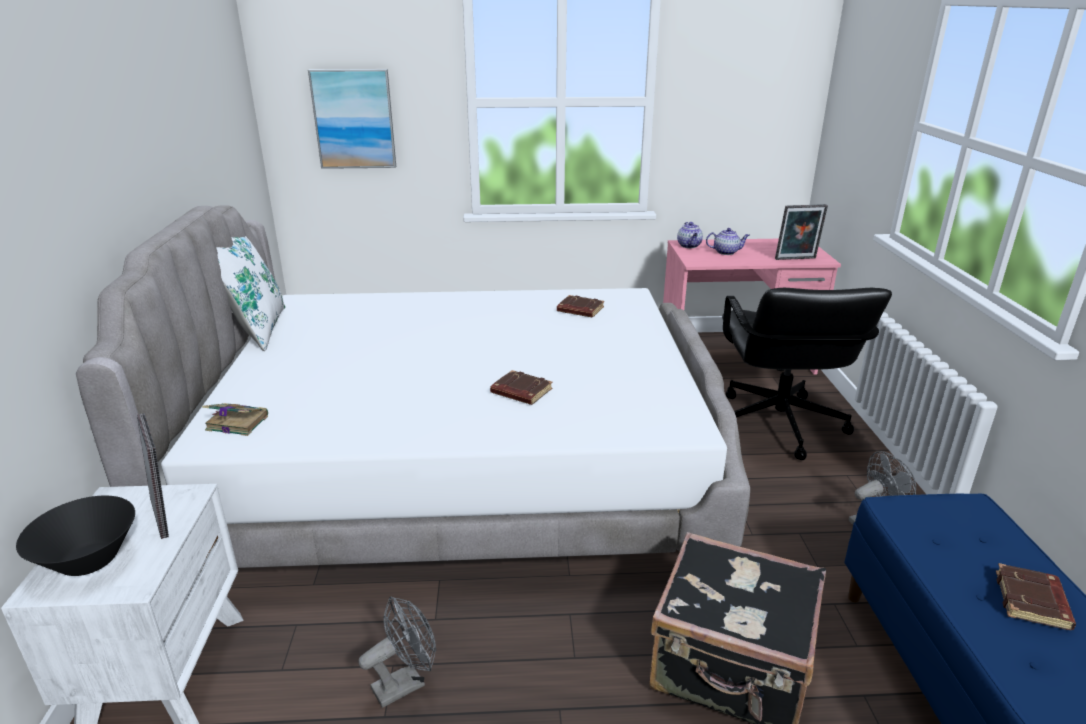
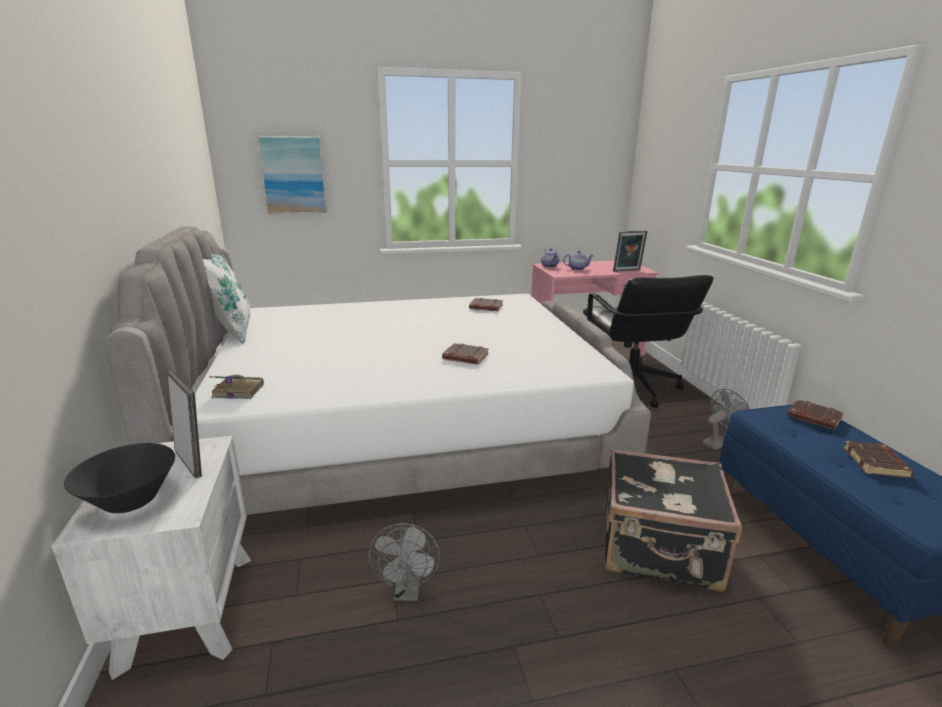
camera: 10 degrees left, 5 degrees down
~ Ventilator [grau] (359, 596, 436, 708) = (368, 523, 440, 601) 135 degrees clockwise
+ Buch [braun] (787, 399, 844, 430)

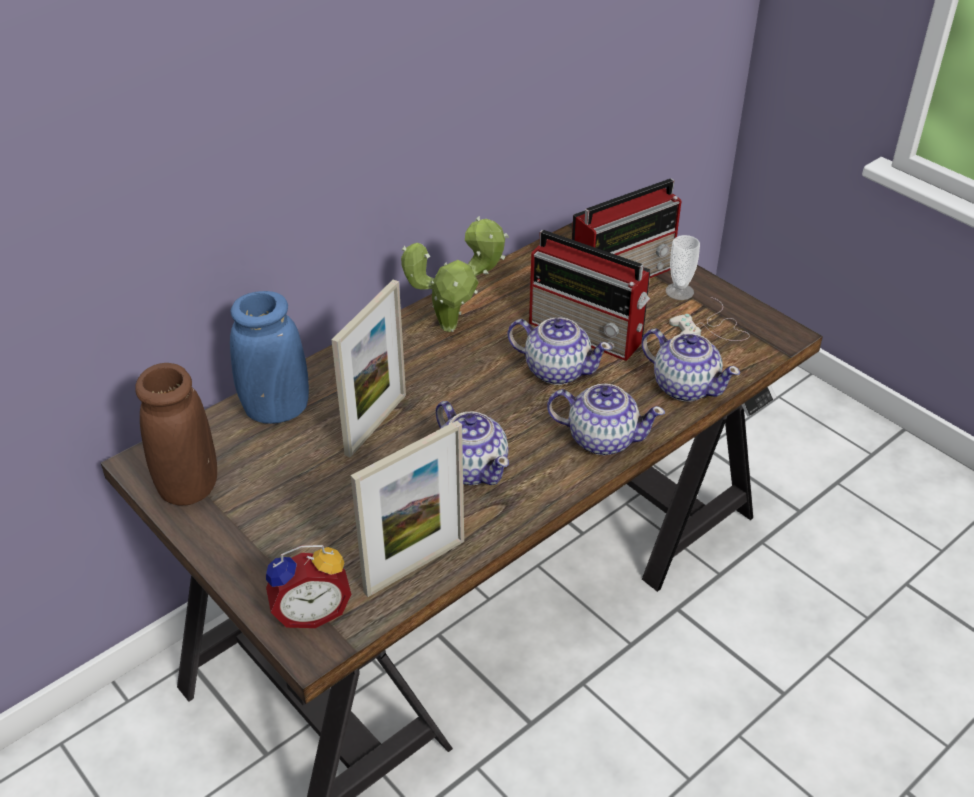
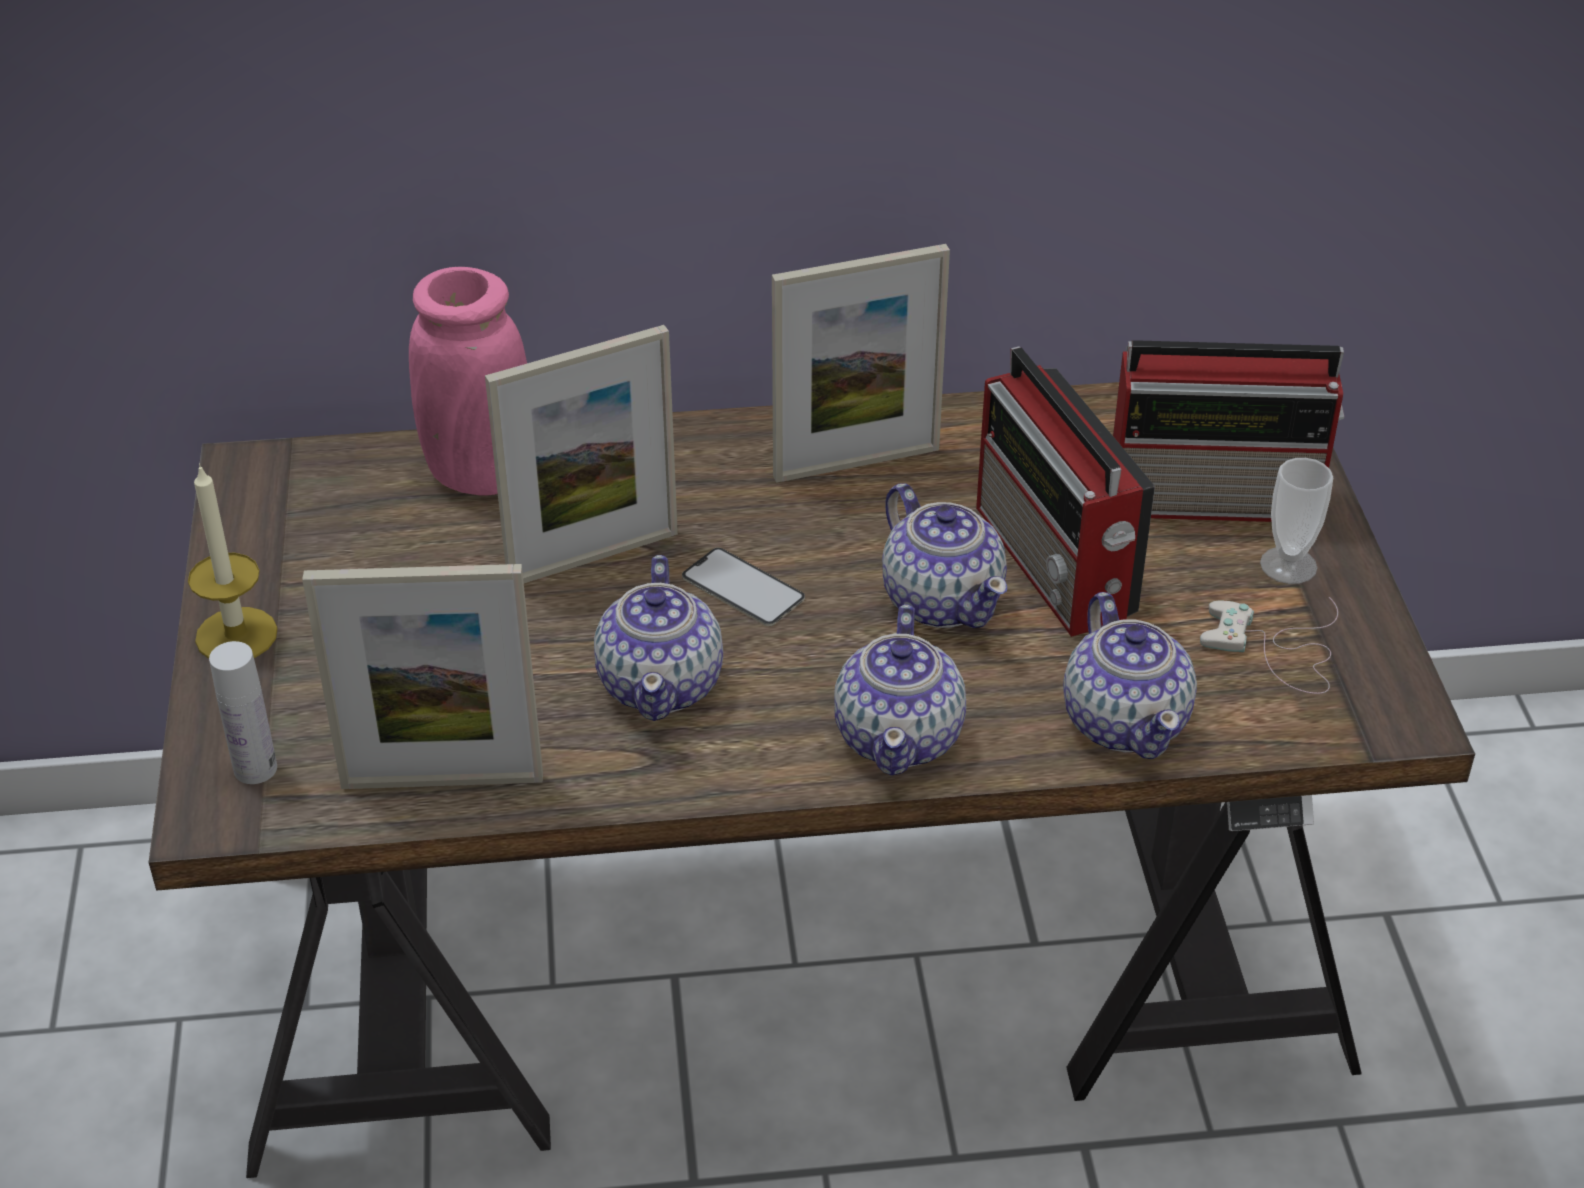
camera: 35 degrees right, 0 degrees up
+ Kerze (188, 464, 278, 659)
~ Wecker (266, 545, 351, 628) to Flasche [weiß] (209, 641, 277, 784)
~ Vase [blau] (230, 291, 309, 424) to Vase [rosa] (409, 267, 527, 495)
+ Handy (682, 547, 805, 626)
~ Topfpflanze (401, 216, 509, 332) to Bilderrahmen (772, 244, 950, 483)
~ Teekanne (547, 384, 665, 455) = (834, 604, 966, 776) 45 degrees clockwise
- Vase [braun] (135, 363, 217, 506)

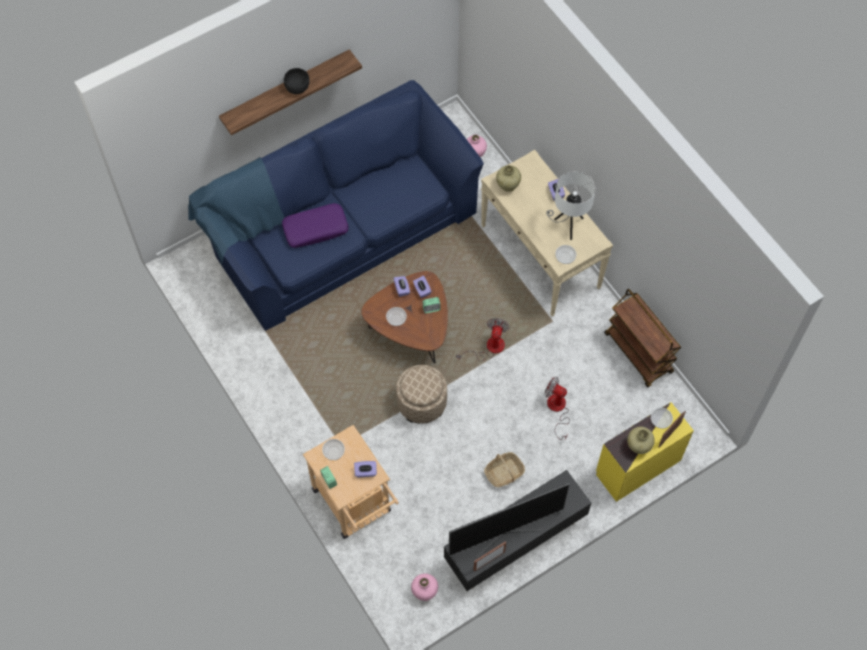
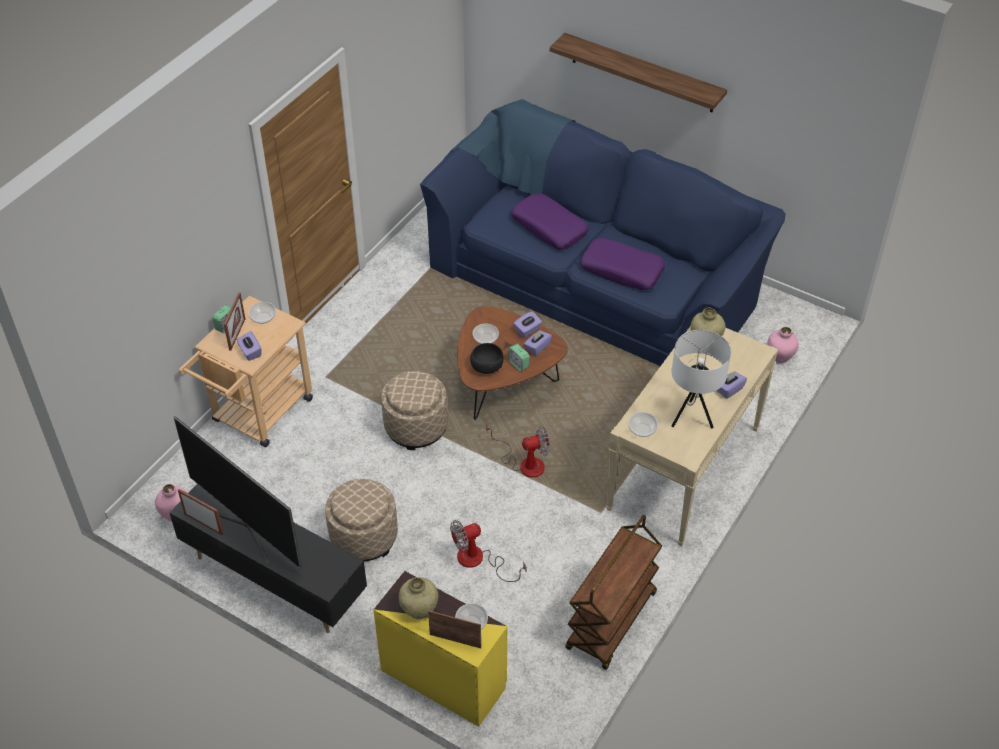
camera: 65 degrees right, 15 degrees down
+ Bilderrahmen (224, 292, 245, 351)
~ Korb (484, 452, 525, 487) to Polsterhocker [beige] (325, 479, 398, 561)
~ Ventilator (545, 376, 570, 440) = (450, 520, 527, 582) 120 degrees counterclockwise
~ Schüssel [schwarz] (284, 68, 310, 94) to (470, 343, 504, 374)
+ Kissen [lila] (580, 238, 665, 290)

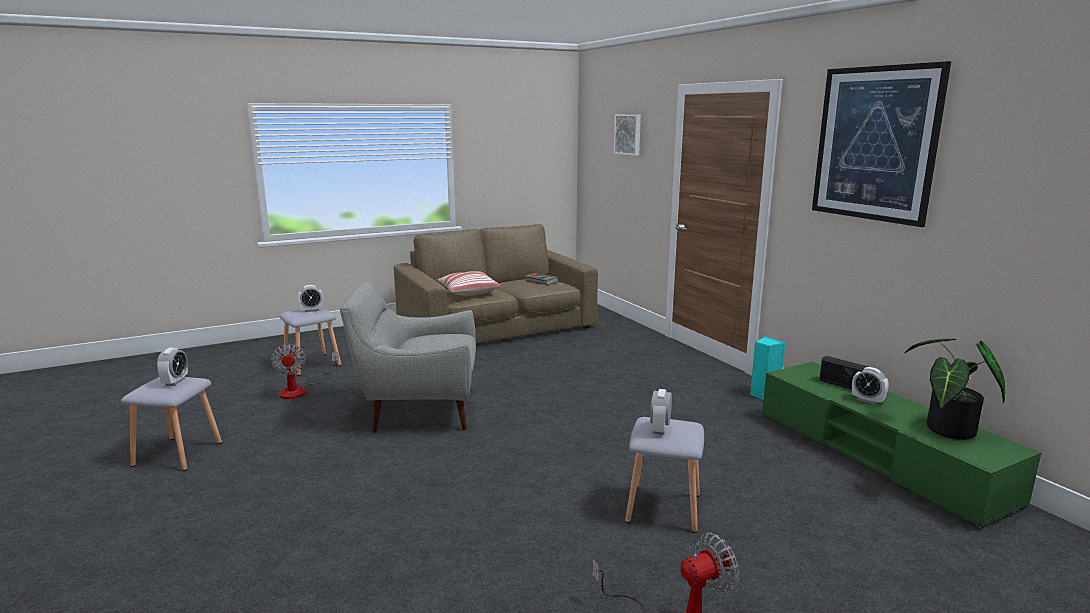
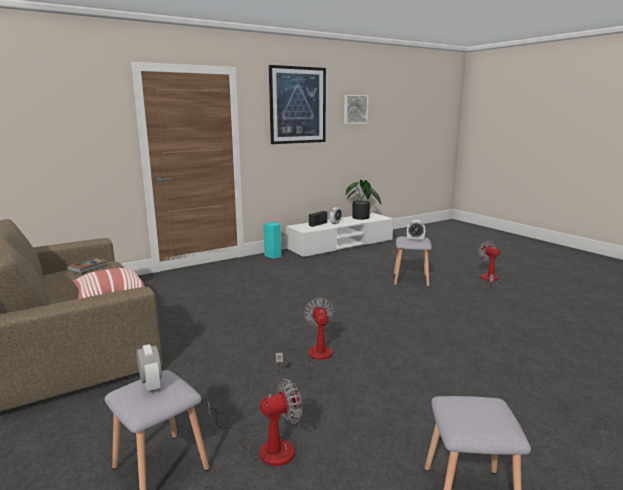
camera: 95 degrees left, 0 degrees up
~ Sessel [grau] (340, 281, 476, 433) to Ventilator (276, 298, 334, 372)
~ Fernsehschrank [grün] (762, 362, 1042, 529) to Fernsehschrank [weiß] (286, 213, 393, 258)
~ Bild (614, 115, 641, 156) to (344, 95, 368, 124)
- Wecker (157, 348, 188, 386)

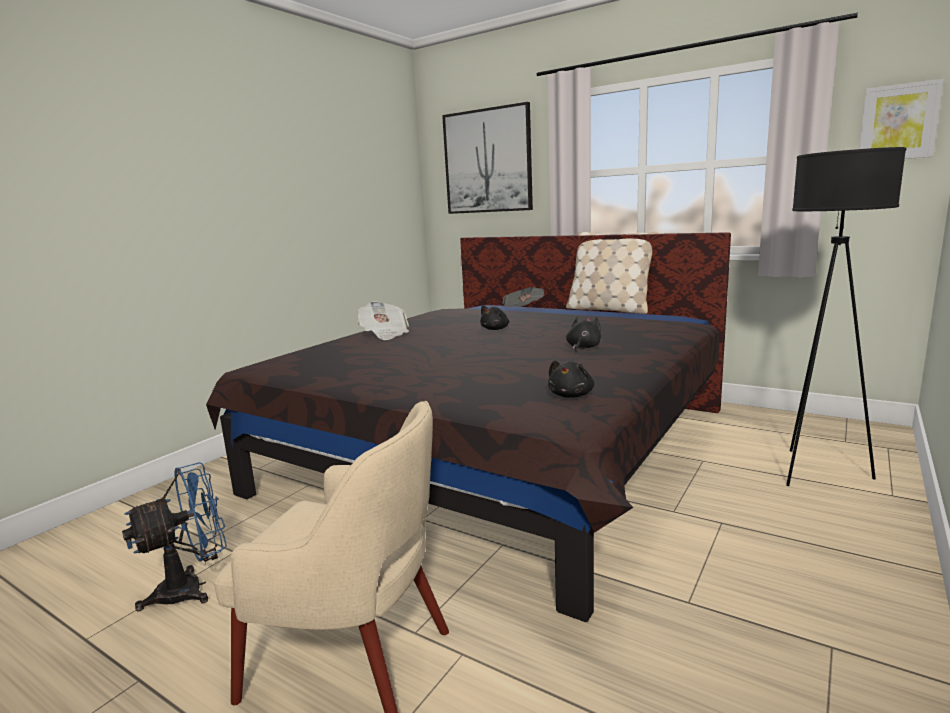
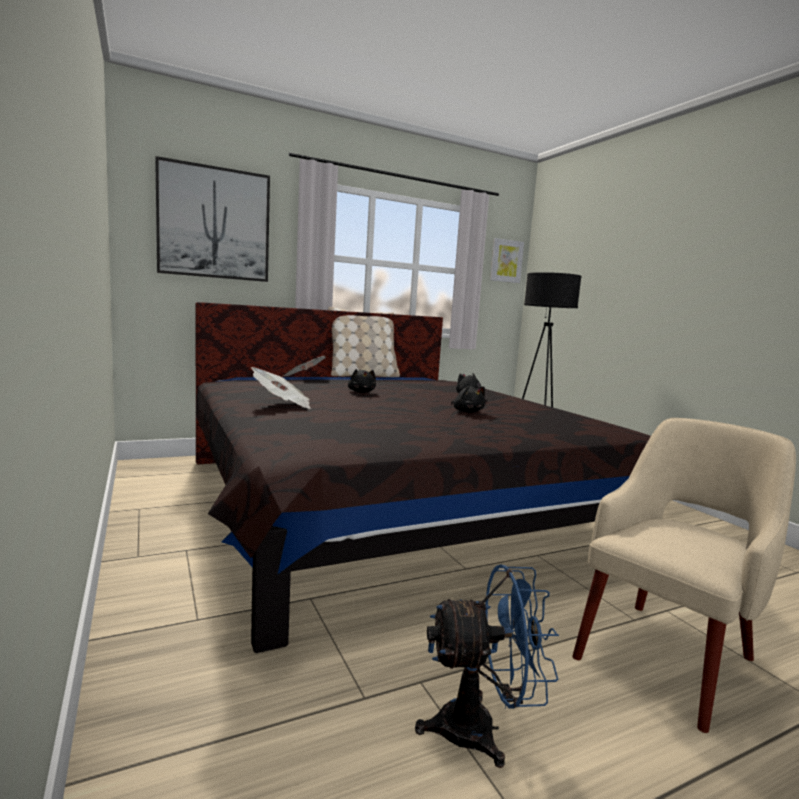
camera: 60 degrees left, 5 degrees down
~ Ventilator [blau] (122, 462, 227, 612) = (415, 564, 559, 768) 90 degrees clockwise
~ Plüschtier [schwarz] (548, 360, 594, 398) to (451, 386, 486, 413)

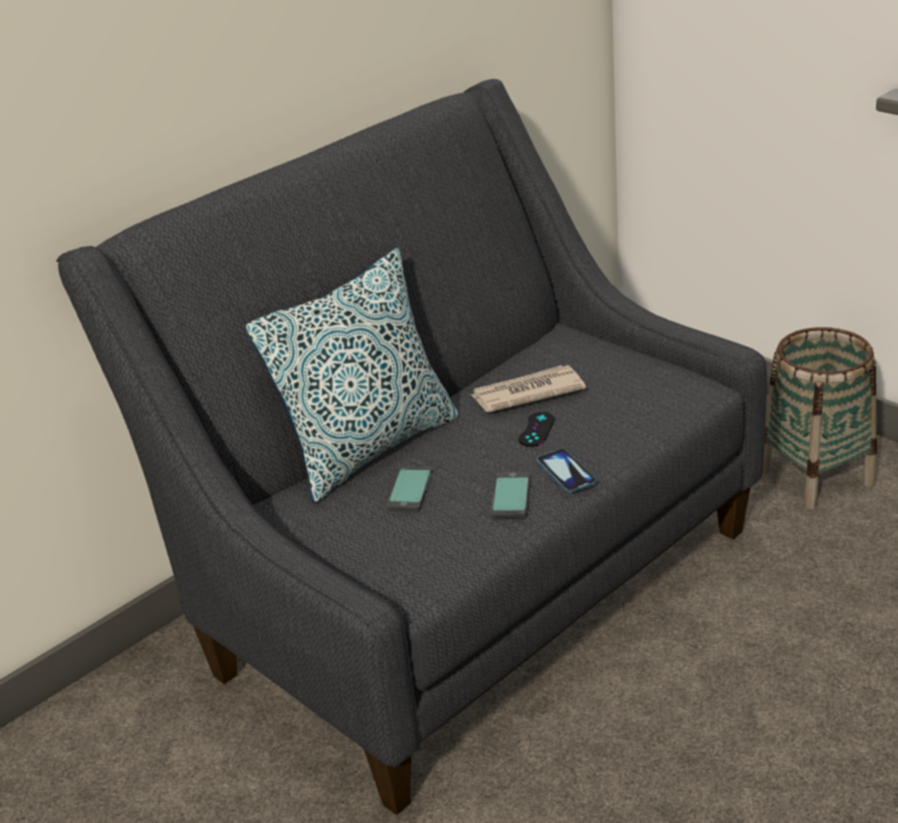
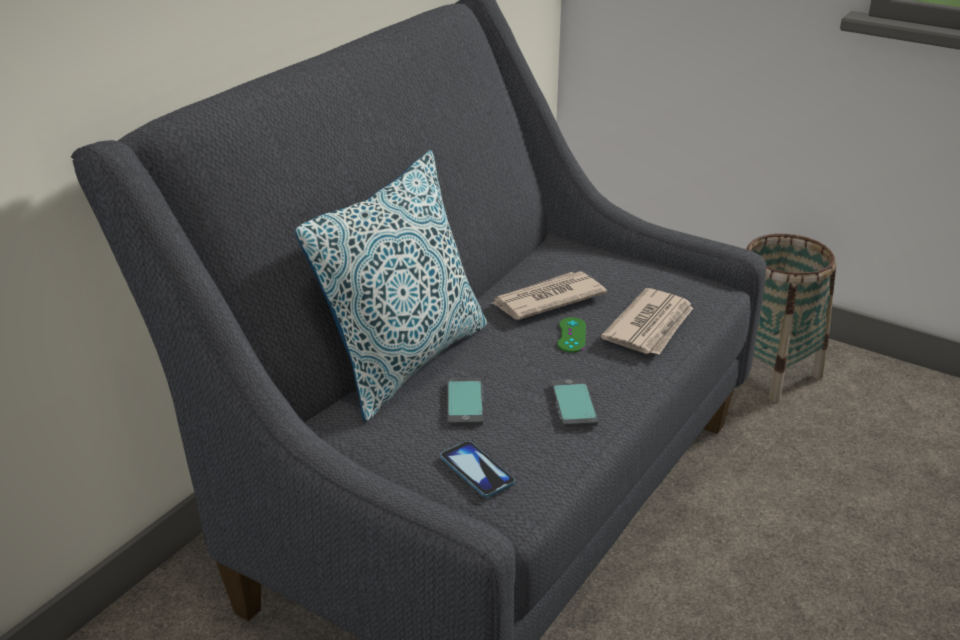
camera: 15 degrees left, 0 degrees up
~ Handy (537, 449, 597, 493) to (440, 441, 515, 497)
~ Gamepad [schwarz] (519, 412, 555, 447) to Gamepad [grün] (557, 317, 586, 353)
+ Zeitung (601, 288, 693, 355)

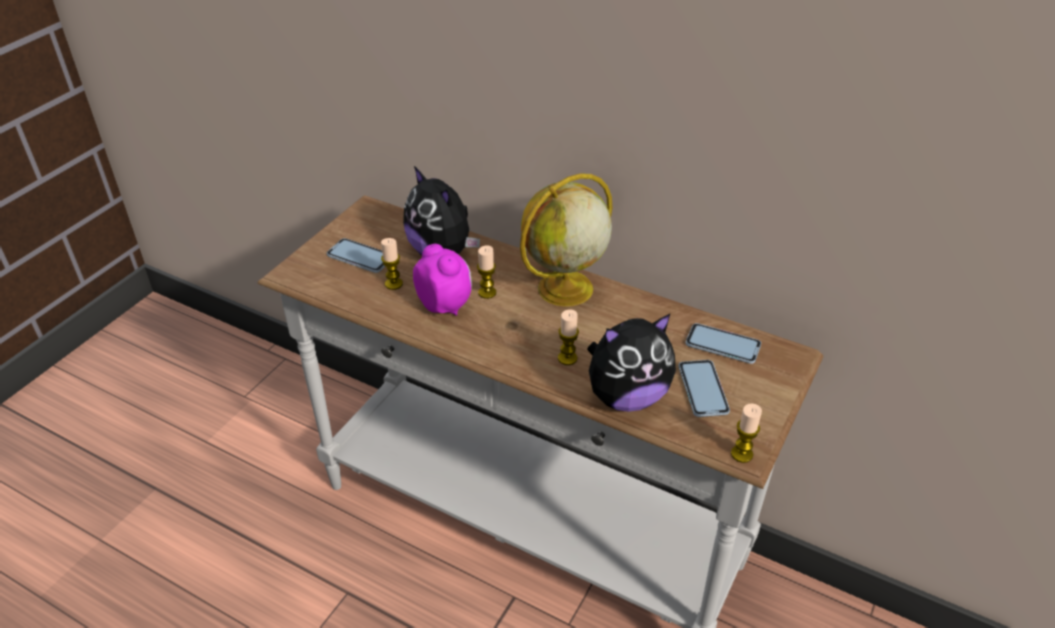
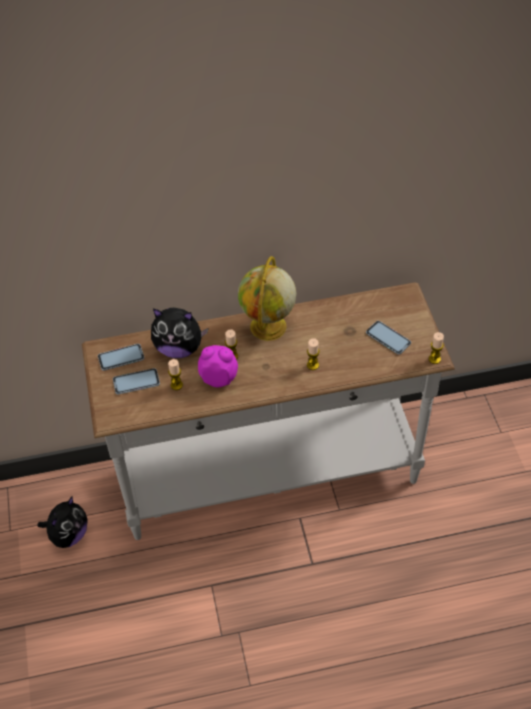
camera: 40 degrees left, 10 degrees up
~ Plüschtier (587, 313, 676, 412) to (38, 496, 87, 548)
~ Handy (686, 323, 761, 364) to (98, 344, 144, 371)

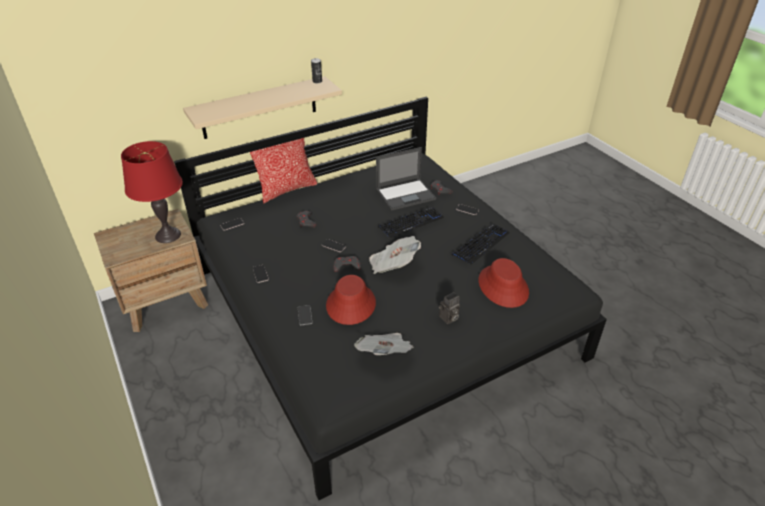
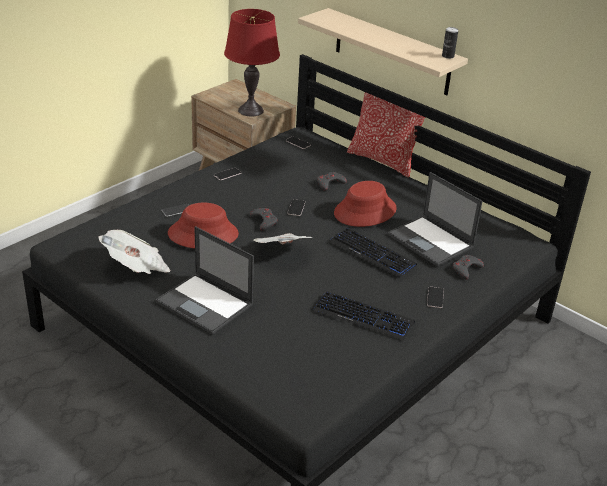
camera: 70 degrees right, 5 degrees down
~ Kamera (439, 292, 460, 324) to Laptop (155, 226, 254, 335)
~ Hut [rot] (479, 258, 529, 308) to (334, 181, 397, 227)

